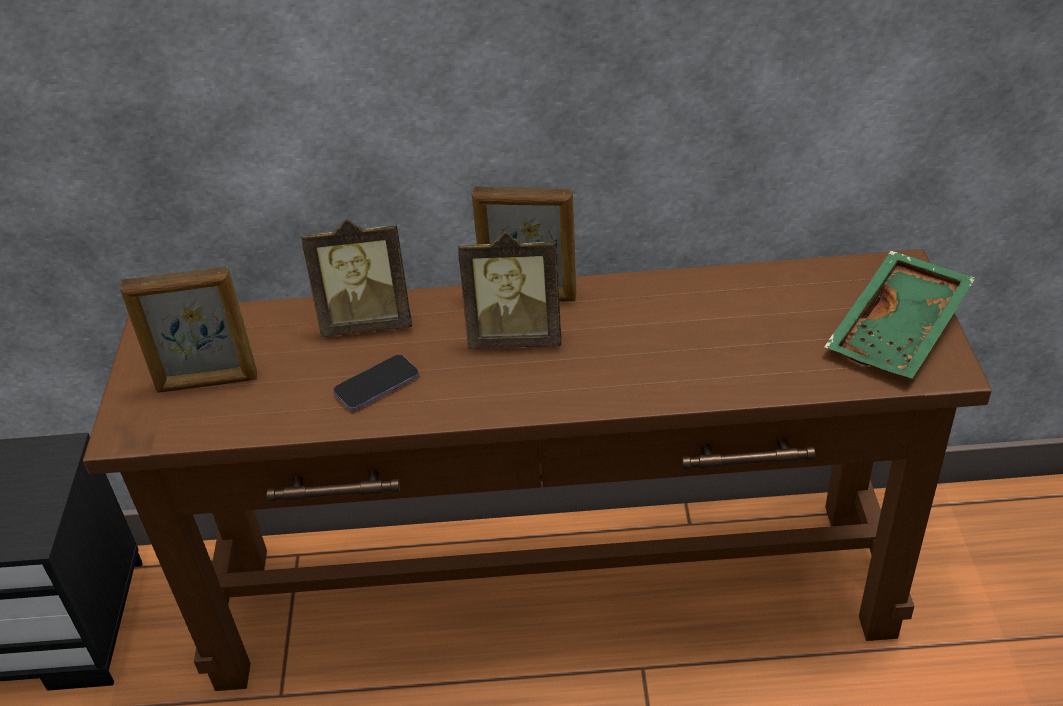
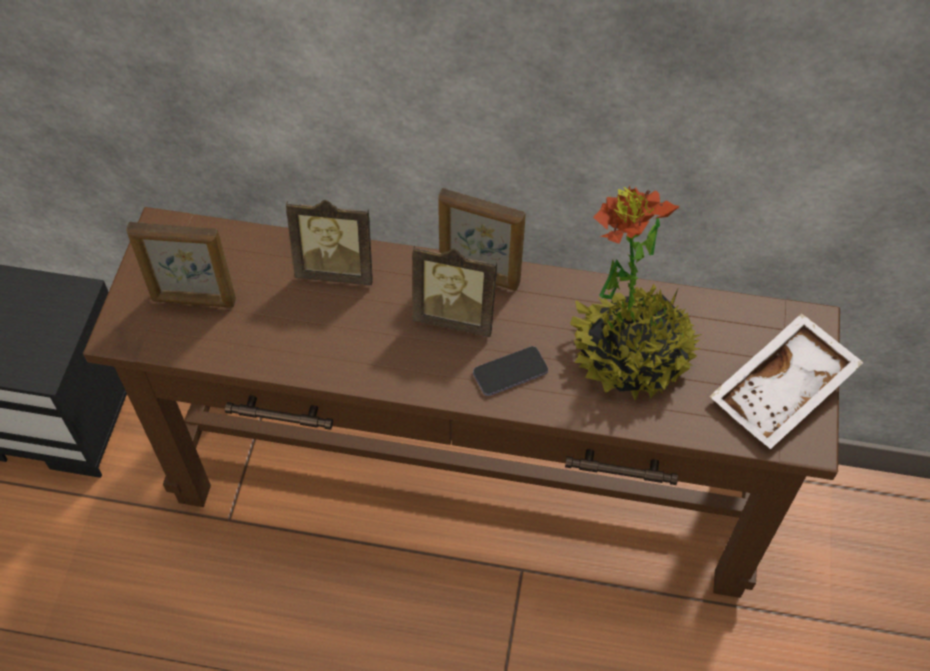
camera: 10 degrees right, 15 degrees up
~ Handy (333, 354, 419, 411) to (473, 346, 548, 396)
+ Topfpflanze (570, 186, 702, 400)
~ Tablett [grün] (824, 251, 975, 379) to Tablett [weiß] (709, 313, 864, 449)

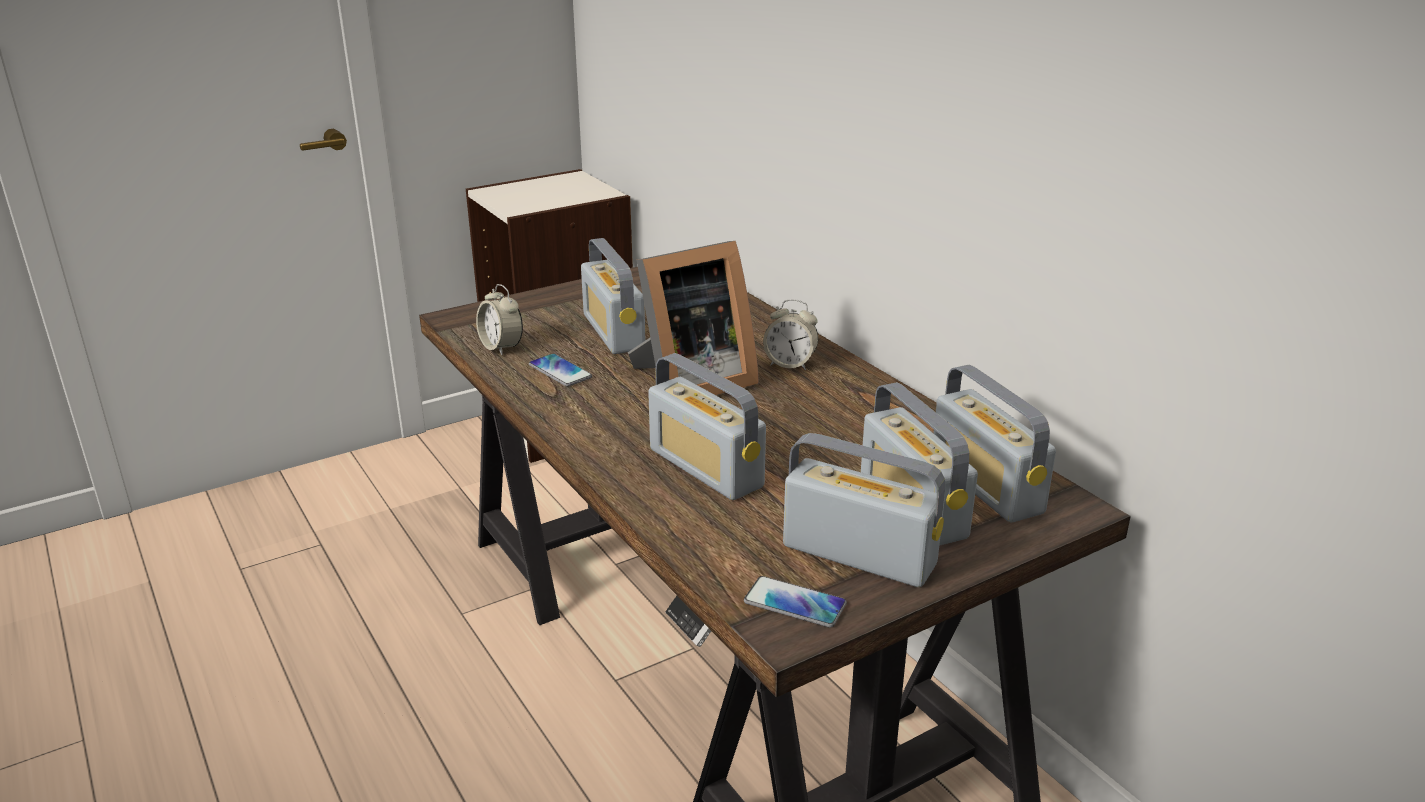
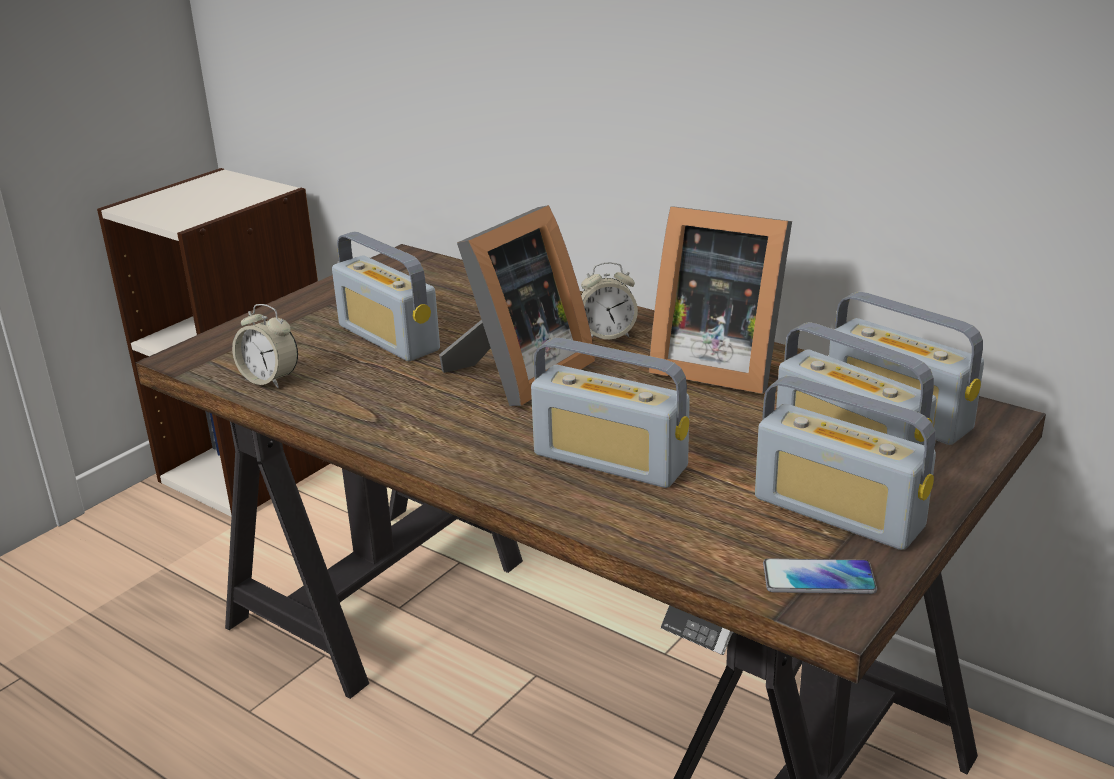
camera: 20 degrees left, 0 degrees up
+ Bilderrahmen (649, 206, 792, 394)
~ Radio (783, 433, 945, 587) = (755, 376, 936, 550) 150 degrees counterclockwise
- Handy (529, 354, 592, 387)

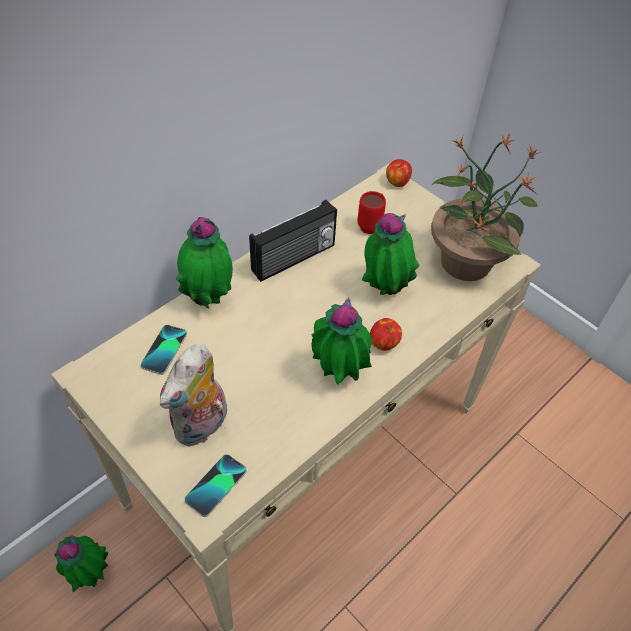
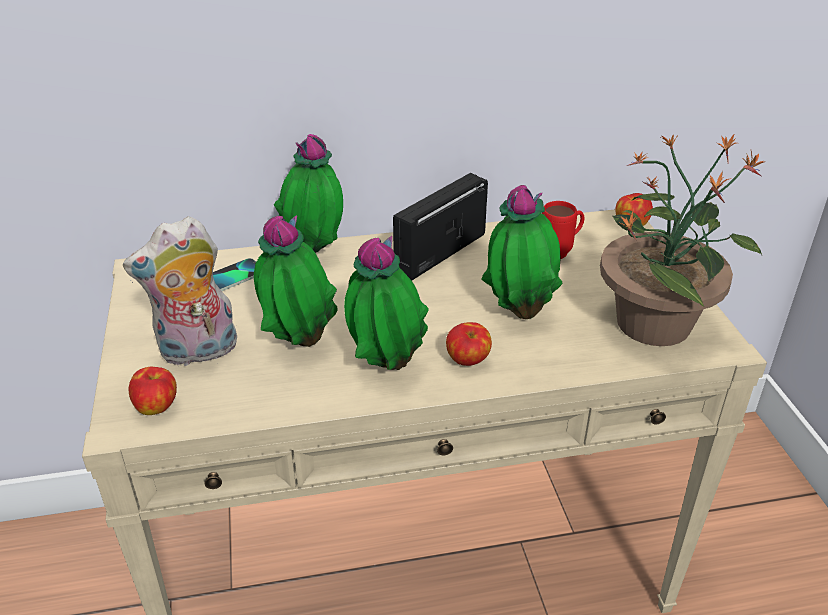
camera: 35 degrees right, 15 degrees down
~ Handy (185, 454, 246, 517) to Apfel (128, 367, 177, 415)
~ Topfpflanze (55, 535, 109, 592) to (254, 215, 338, 347)
~ Radio (249, 200, 337, 282) = (393, 173, 488, 281) 135 degrees clockwise

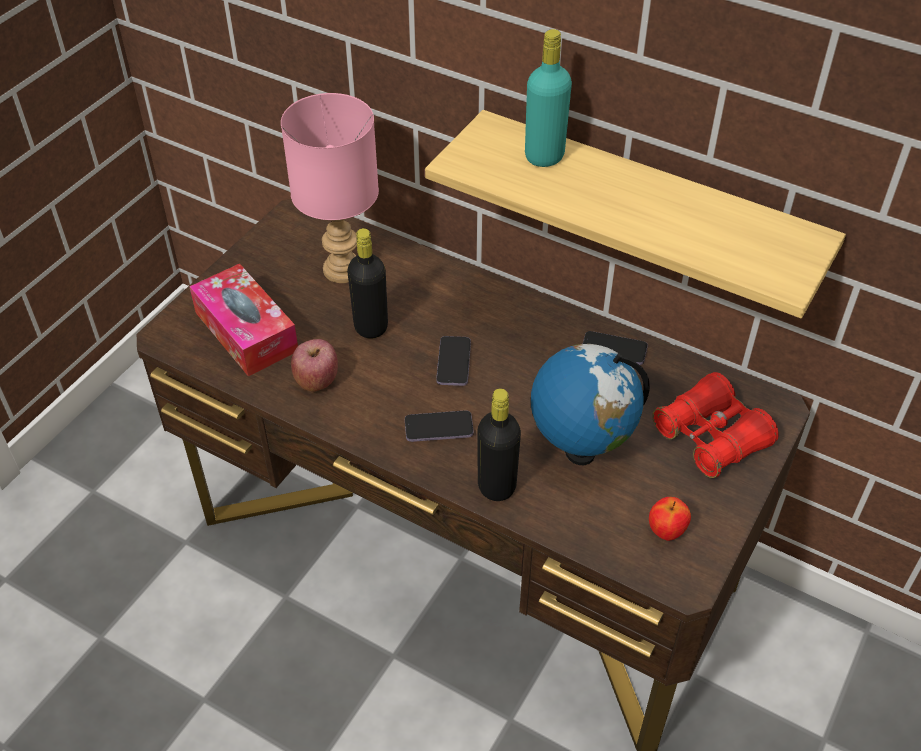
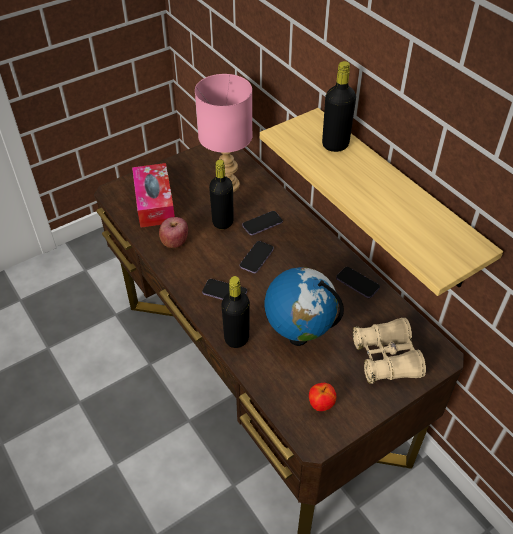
camera: 25 degrees right, 0 degrees up
+ Handy (242, 211, 283, 235)
~ Flasche [türkis] (525, 29, 572, 167) to Flasche [schwarz] (322, 61, 356, 152)
~ Fernglas [rot] (652, 372, 779, 478) to Fernglas [beige] (353, 318, 426, 384)

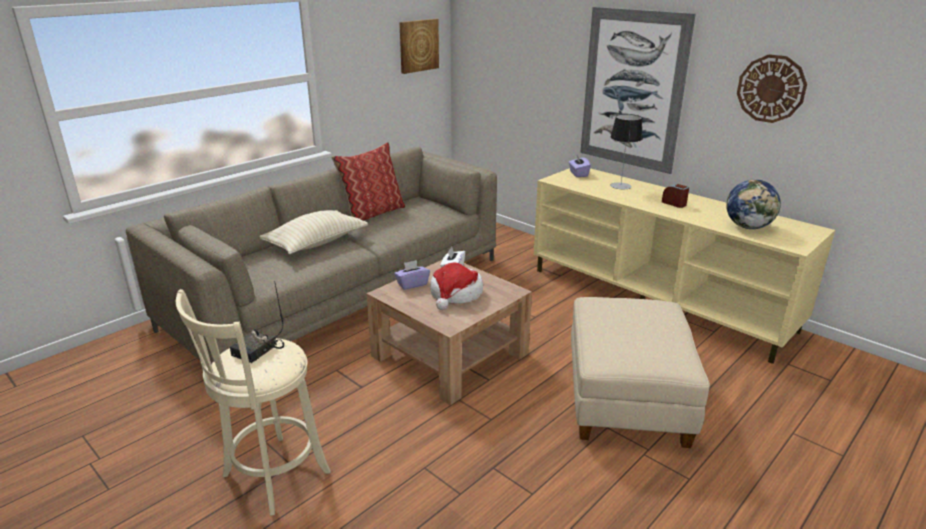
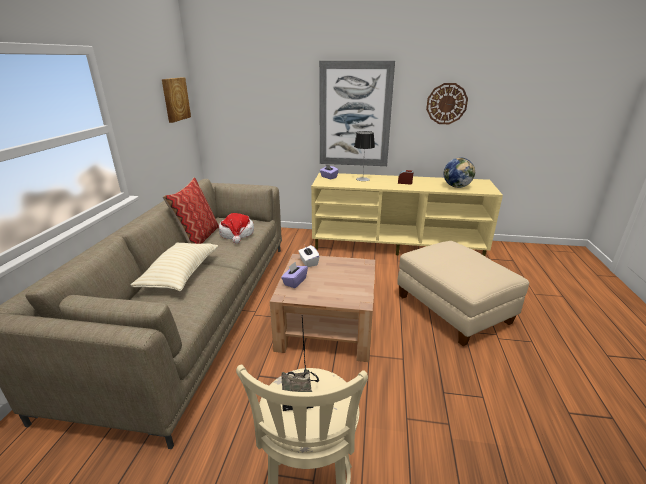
camera: 35 degrees left, 0 degrees up
~ Hut (430, 263, 483, 310) to (219, 213, 254, 244)

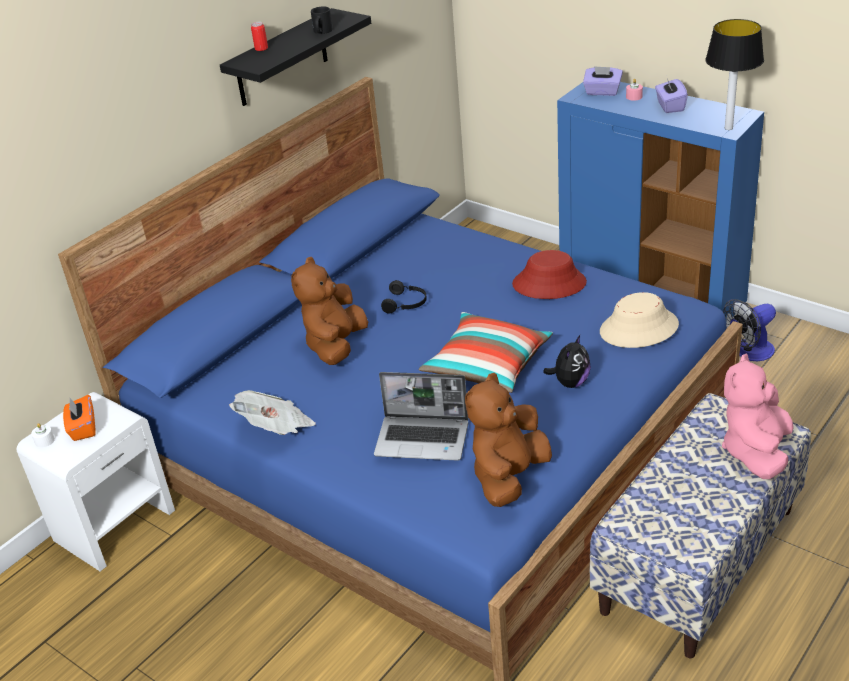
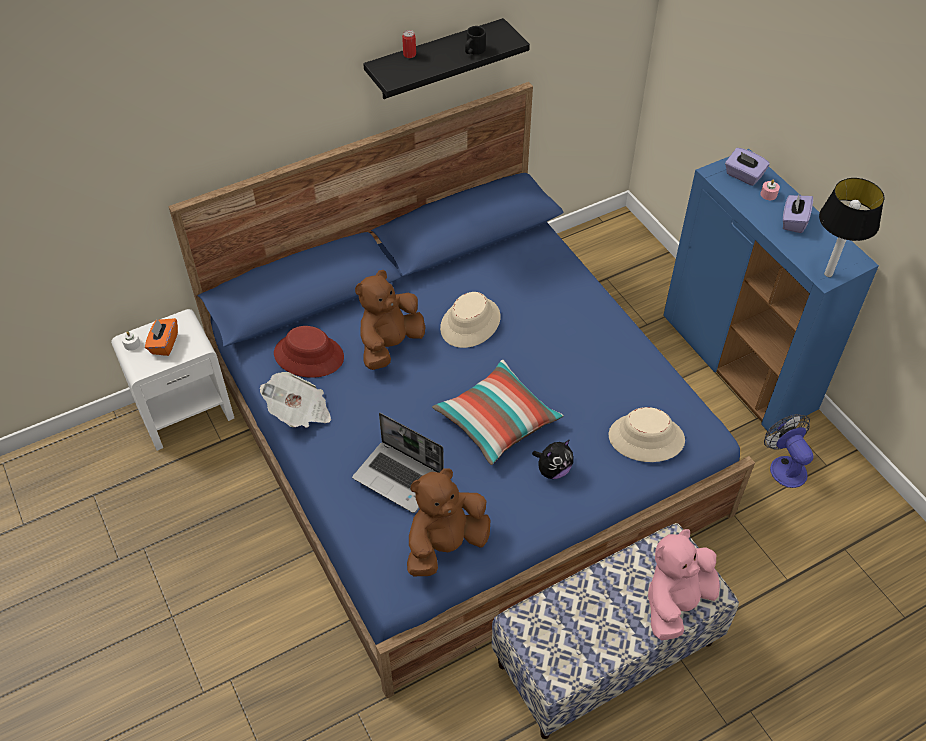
camera: 20 degrees right, 15 degrees up
~ Hut [rot] (512, 250, 587, 299) to (274, 326, 344, 378)
~ Kopfhörer [schwarz] (381, 280, 427, 314) to Hut [beige] (440, 292, 501, 348)
~ Ventilator (723, 299, 776, 361) = (764, 414, 814, 488) 75 degrees clockwise

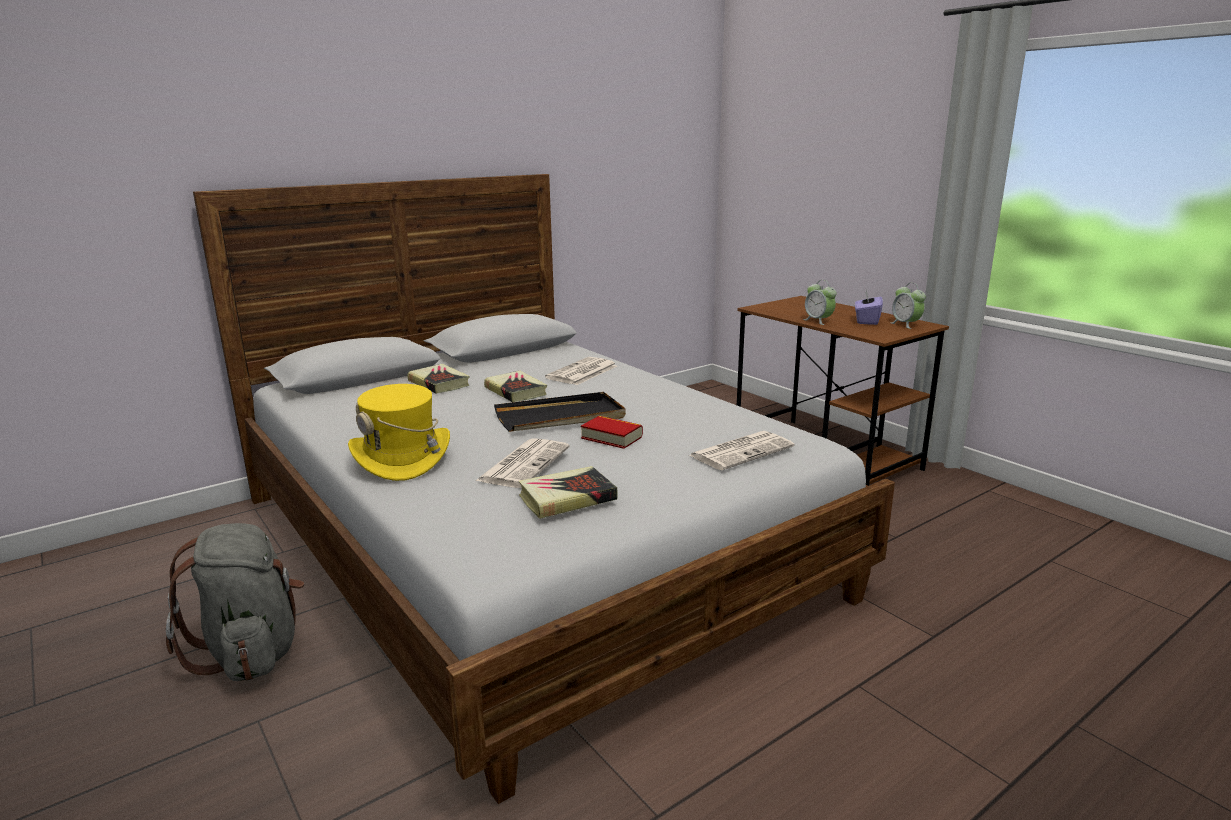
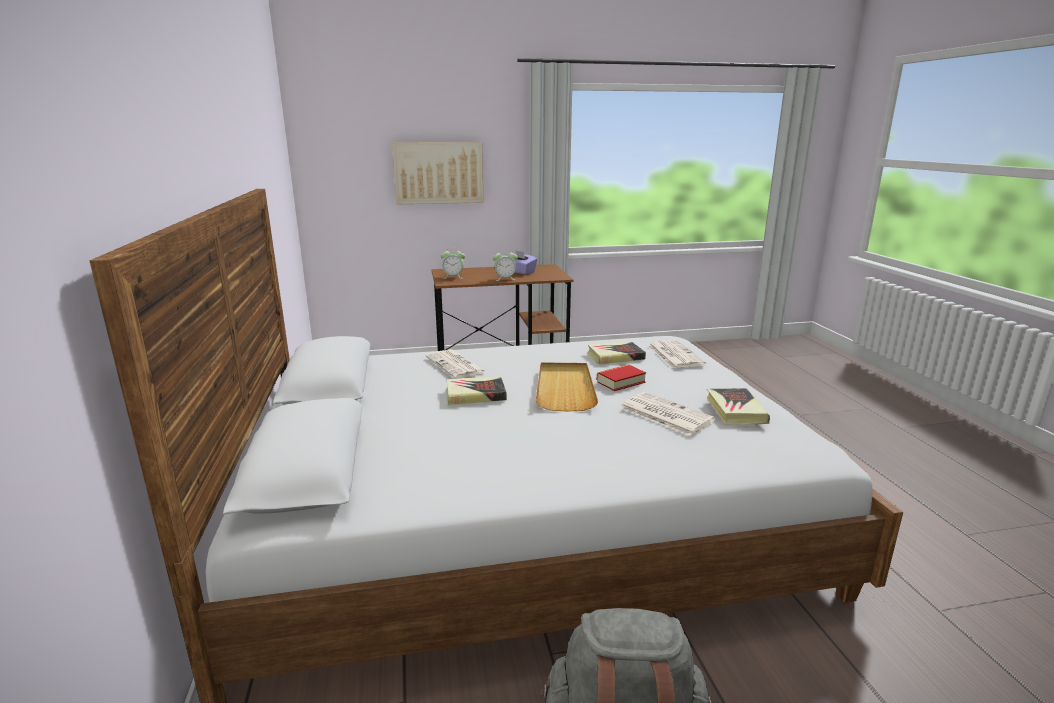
camera: 65 degrees left, 0 degrees up
+ Bild (392, 142, 484, 205)
~ Wecker (890, 283, 926, 329) to (441, 247, 465, 279)
~ Tablett [schwarz] (494, 392, 626, 432) to Tablett [beige] (535, 363, 598, 411)
~ Buch (408, 364, 470, 394) to (587, 341, 646, 365)
- Hut [gelb] (348, 384, 450, 481)

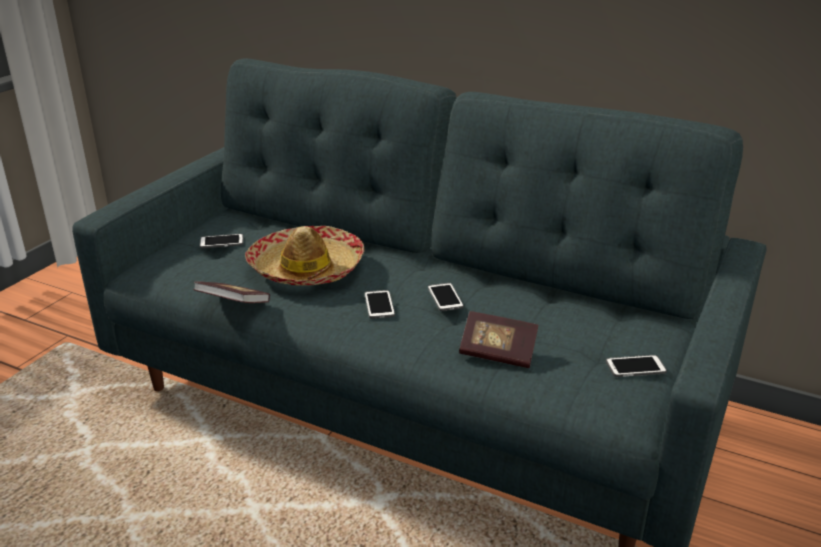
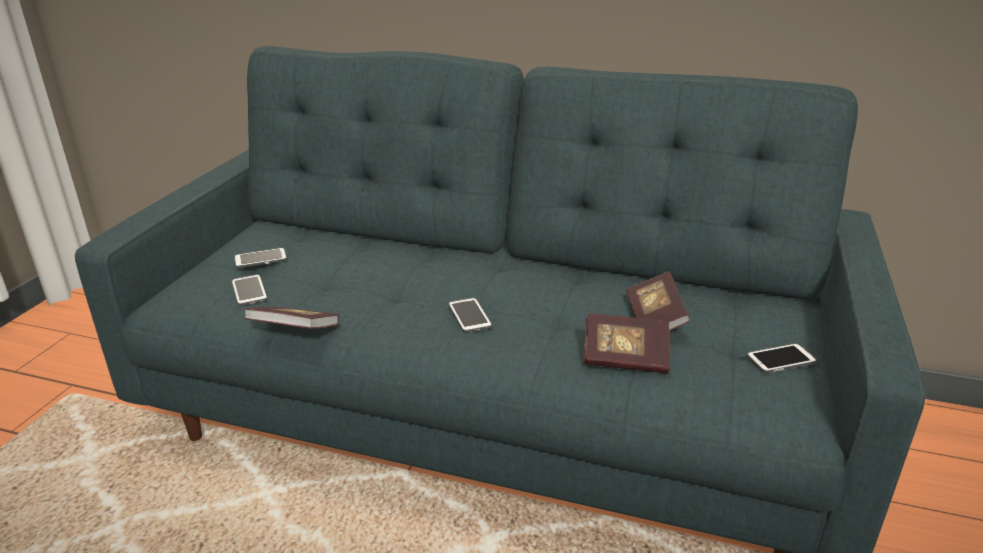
camera: 10 degrees left, 0 degrees up
~ Handy (428, 283, 464, 311) to (232, 274, 268, 306)
+ Buch (626, 271, 691, 331)
- Hut (245, 226, 364, 286)

